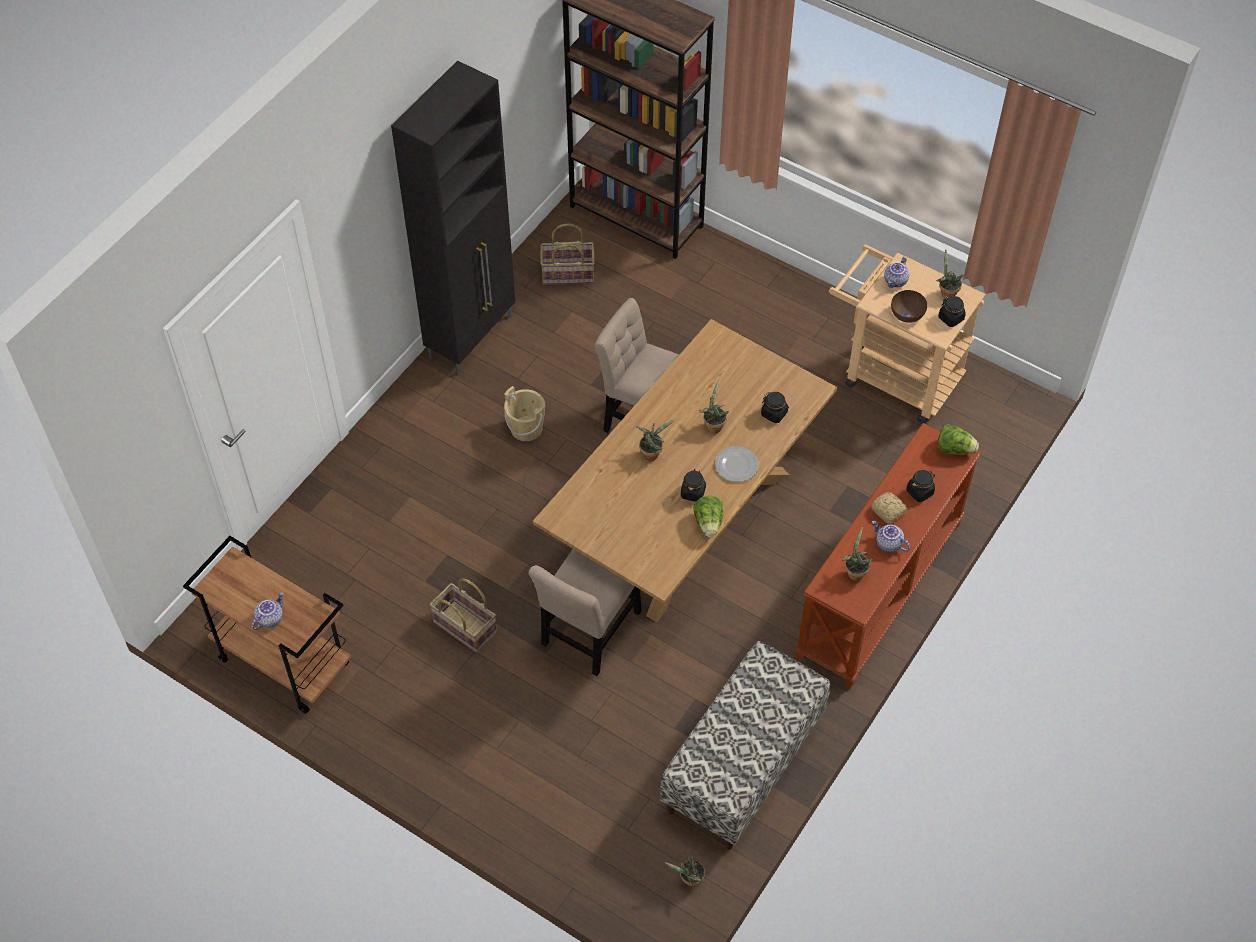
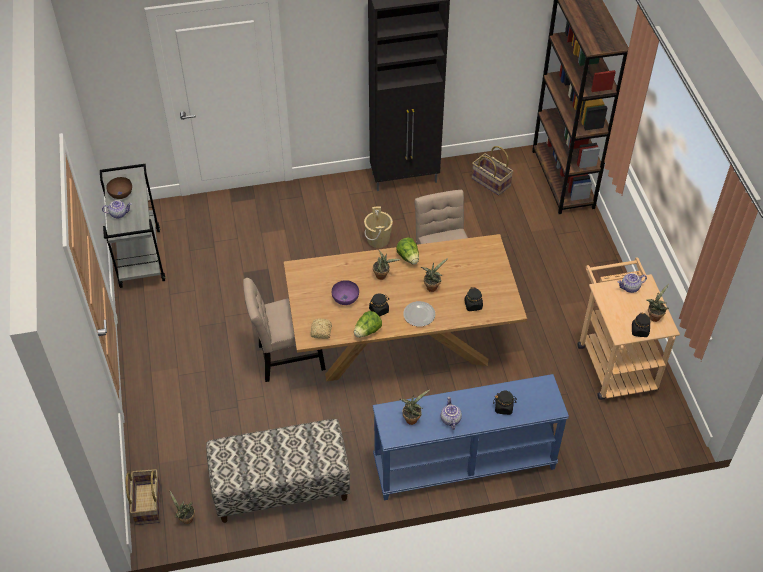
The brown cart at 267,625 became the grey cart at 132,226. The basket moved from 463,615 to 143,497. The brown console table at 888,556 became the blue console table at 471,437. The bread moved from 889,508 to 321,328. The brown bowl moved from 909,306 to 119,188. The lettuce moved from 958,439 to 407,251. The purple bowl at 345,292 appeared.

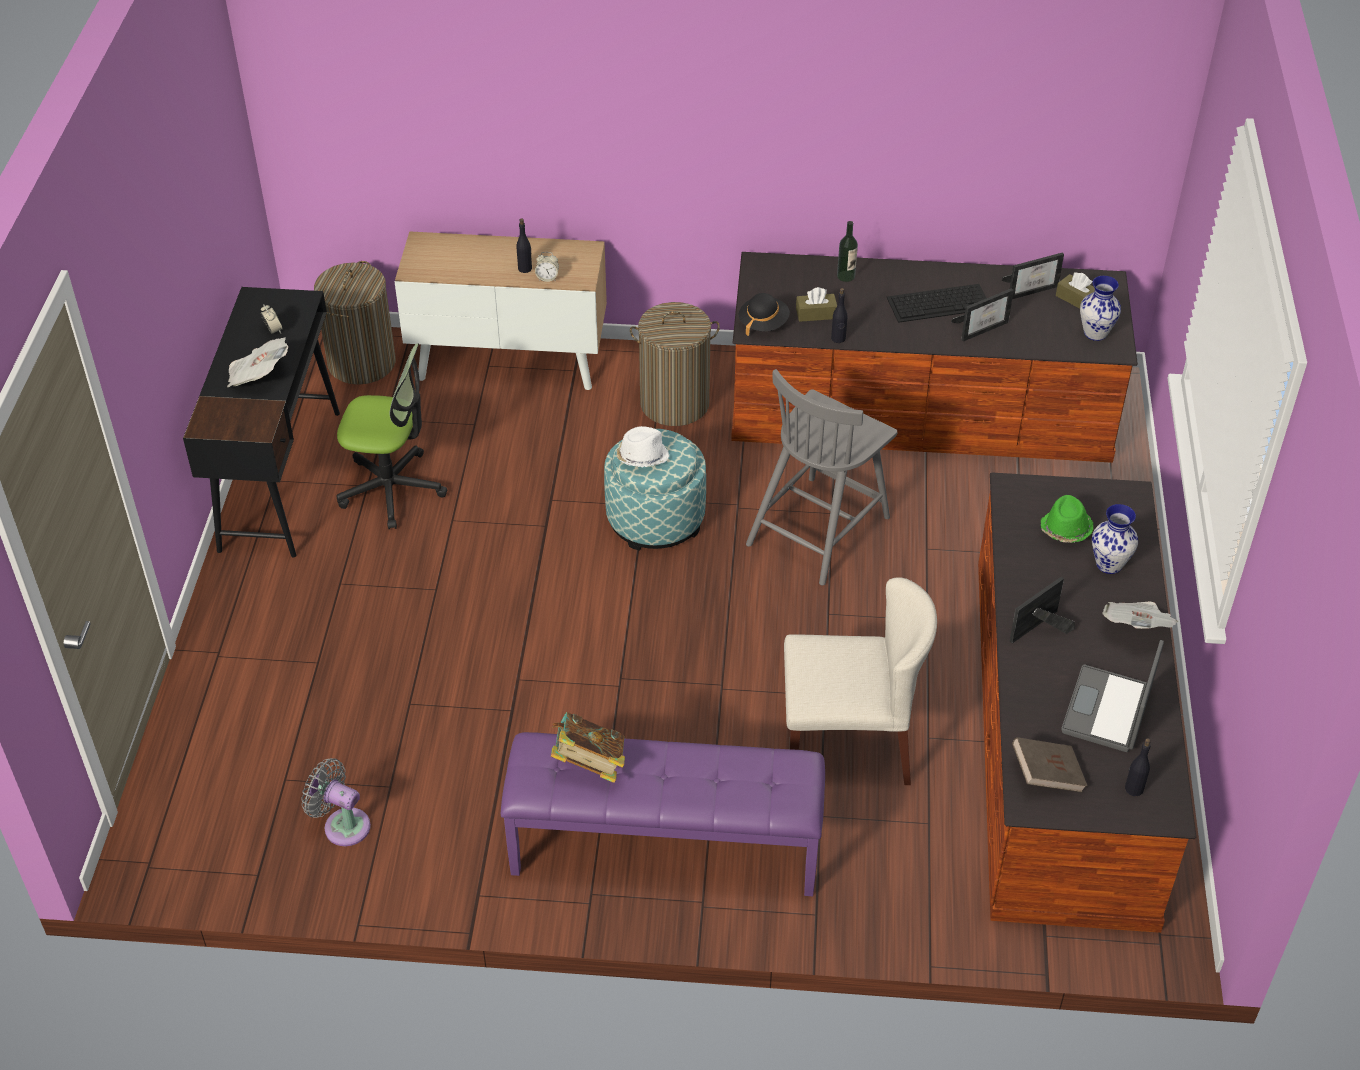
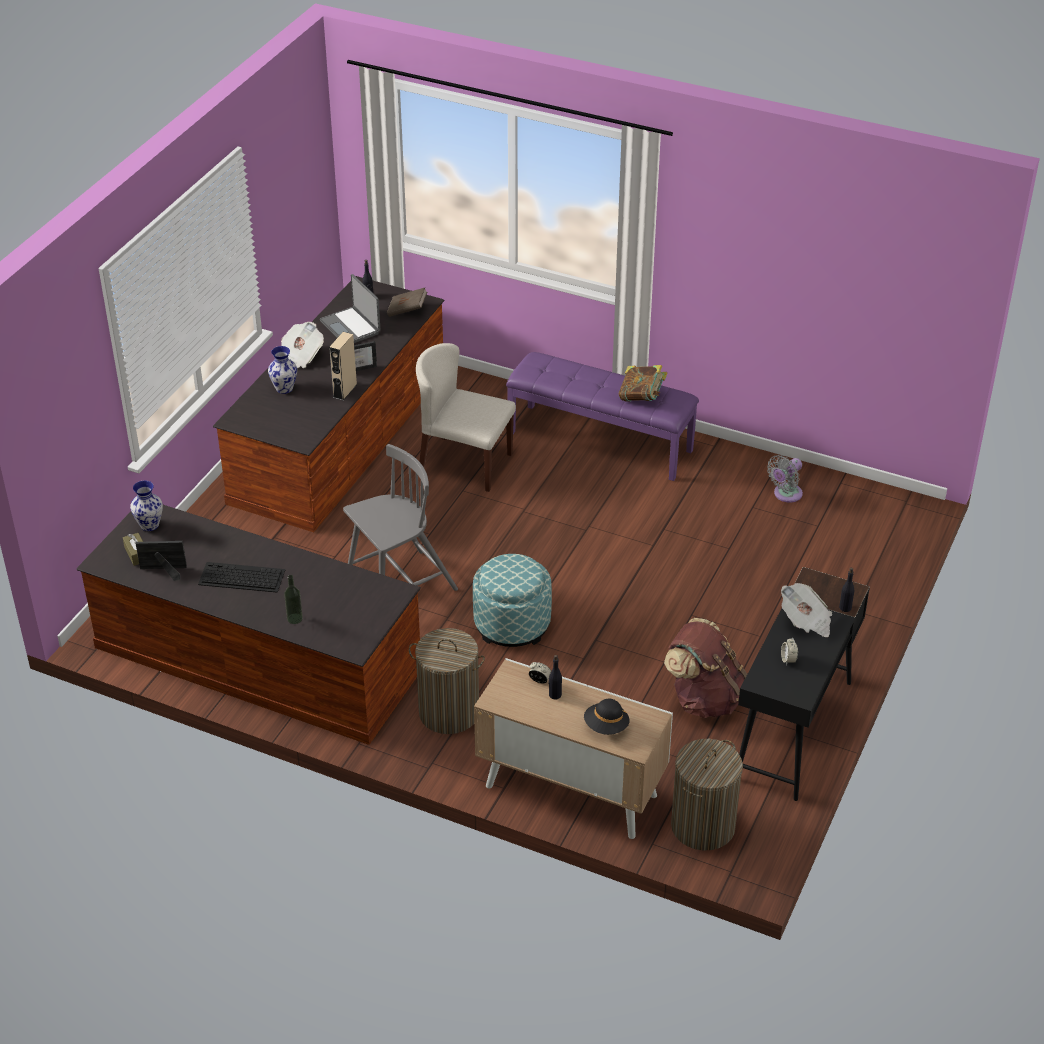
The grey fan at 336,802 turned 90 degrees clockwise. The office chair at 391,436 was replaced by the brown backpack at 705,668. The white hat at 643,447 disappeared. The black hat moved from 764,314 to 607,717. The brown tissue box at 816,304 disappeared. The black bottle moved from 839,315 to 846,590. The picture frame at 982,315 disappeared. The green hat at 1067,519 disappeared. The laptop at 1112,696 turned 105 degrees clockwise. The beige speaker at 343,366 appeared.

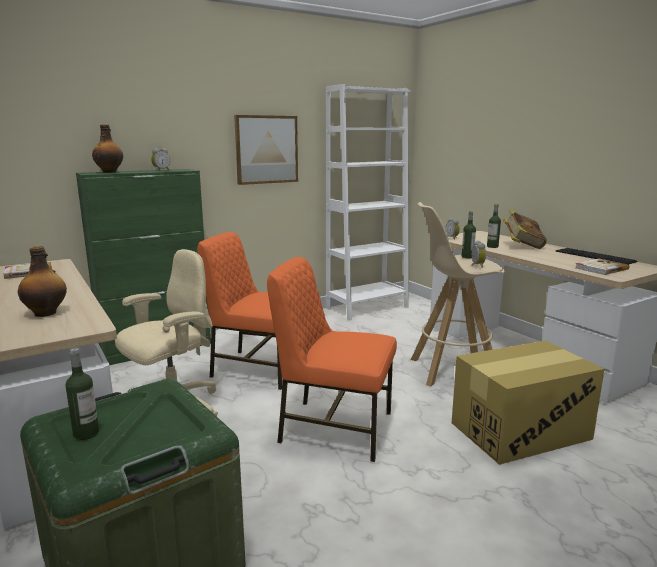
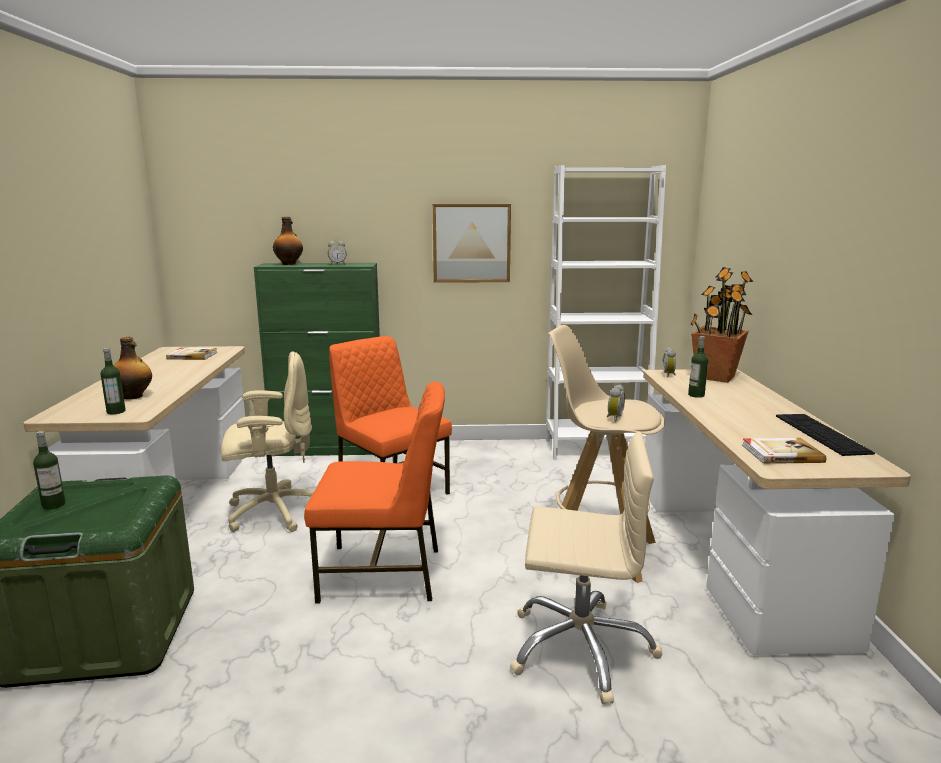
The orange chair at 332,359 turned 135 degrees clockwise. The cardboard box at 528,402 was replaced by the beige office chair at 586,568. The bottle moved from 469,235 to 113,381. The book at 524,229 disappeared. The potted plant at 722,325 appeared.

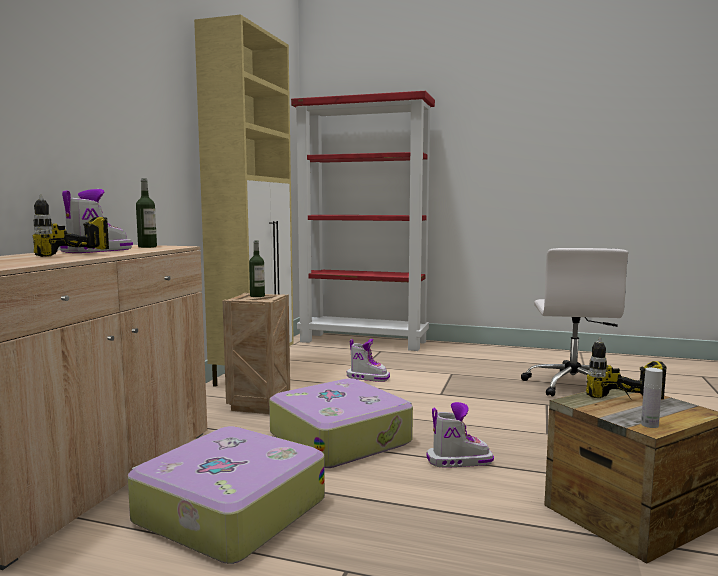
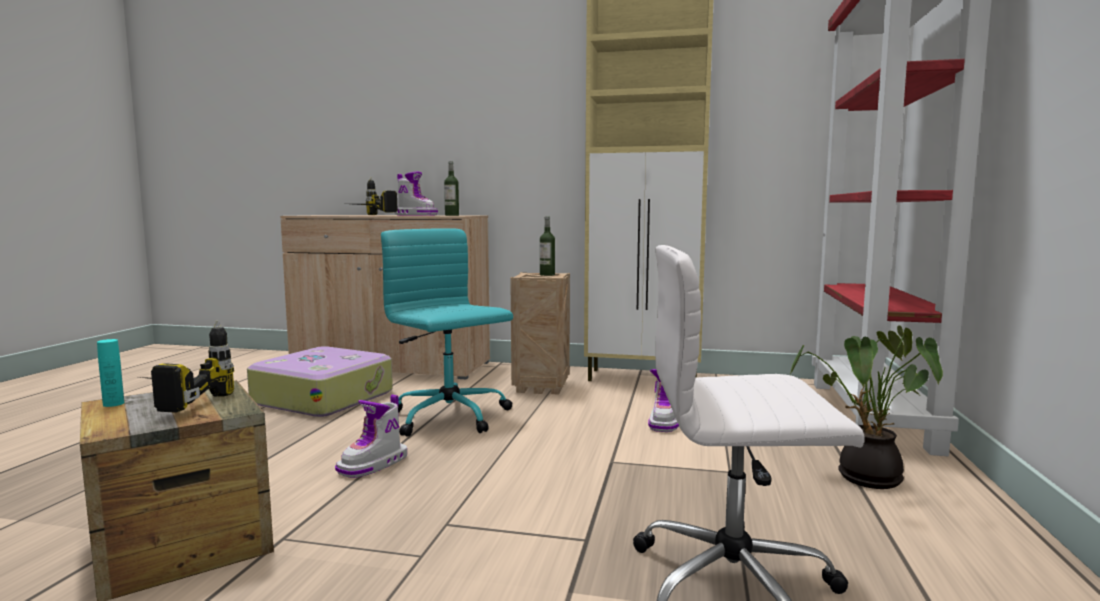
The suitcase at 341,423 was replaced by the turquoise office chair at 447,332. The boot at 460,435 turned 45 degrees clockwise. The white bottle at 652,398 became the turquoise bottle at 110,373. The potted plant at 866,407 appeared.

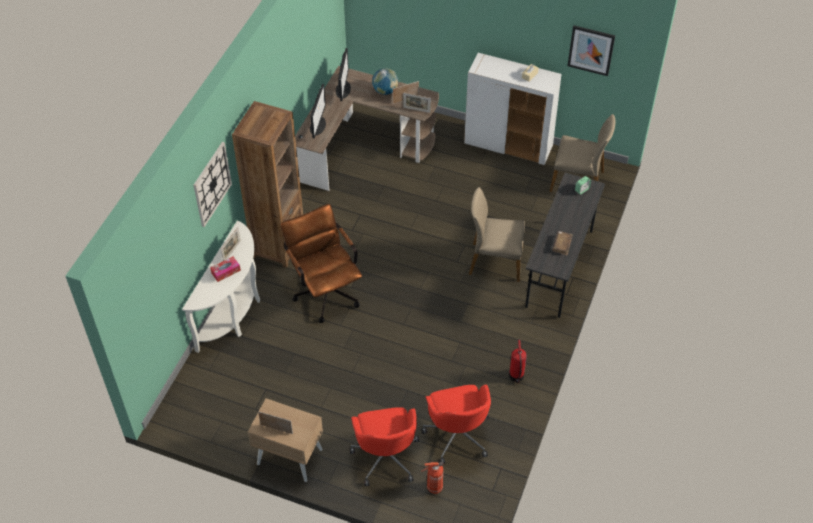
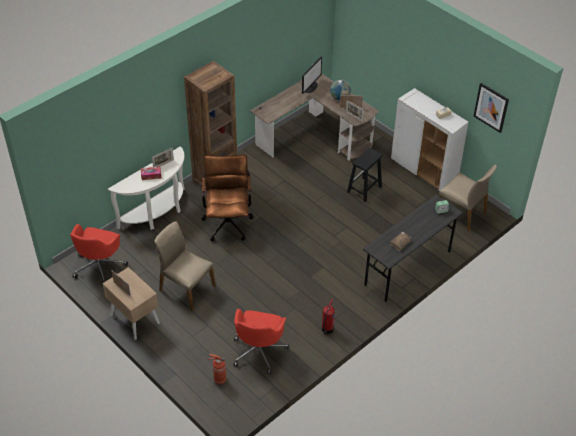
The wall clock at 212,184 disappeared. The monitor at 318,111 disappeared. The red office chair moved from 384,446 to 99,255. The beige chair moved from 497,234 to 185,266. The black stool at 365,174 appeared.

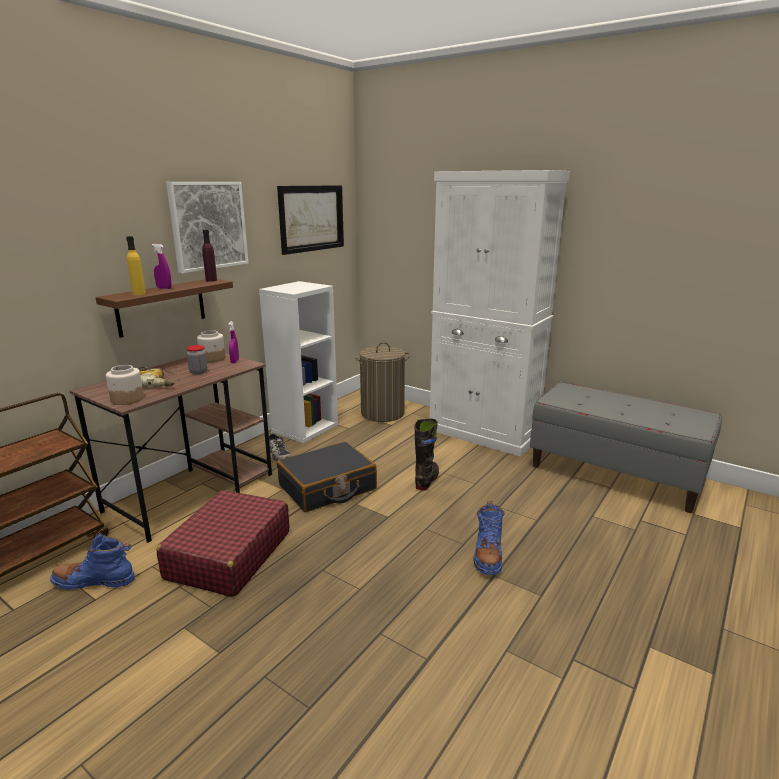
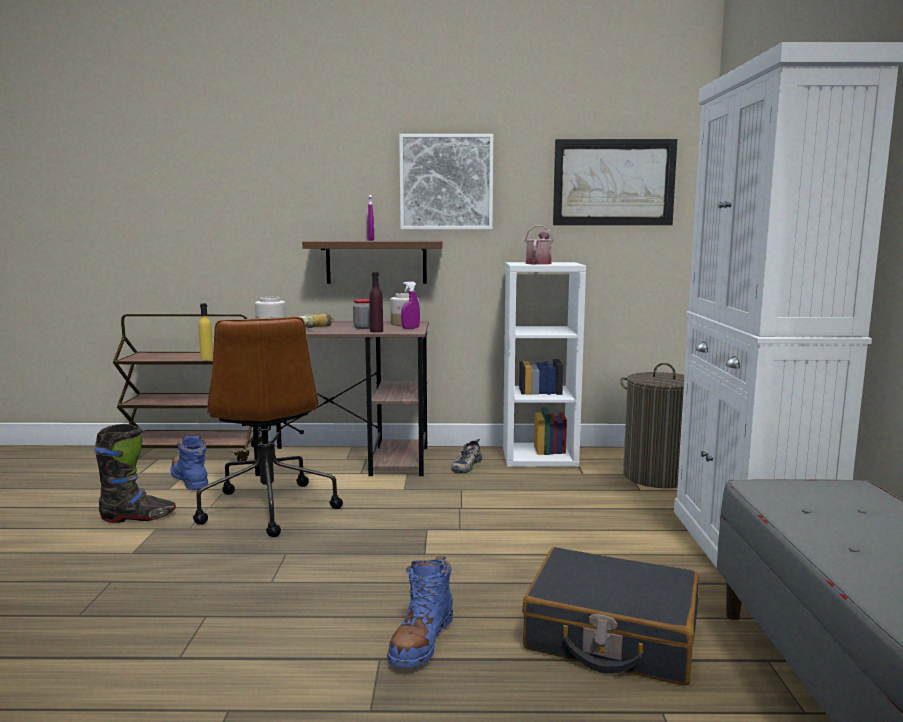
The yellow bottle moved from 136,265 to 206,331. The red suitcase at 223,543 was replaced by the brown office chair at 268,427. The purple bottle moved from 209,256 to 376,302. The black suitcase moved from 327,477 to 610,616. The black boot moved from 426,454 to 135,473. The blue boot at 489,538 turned 45 degrees counterclockwise. The watering can at 539,245 appeared.

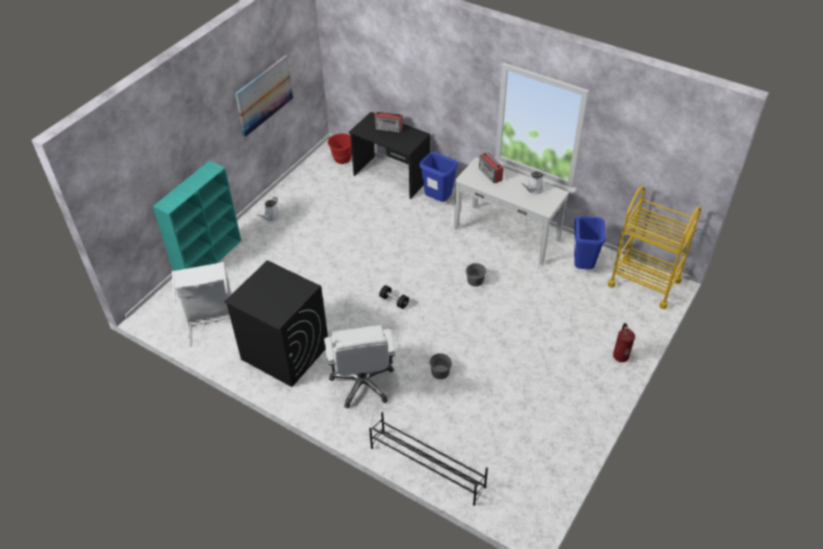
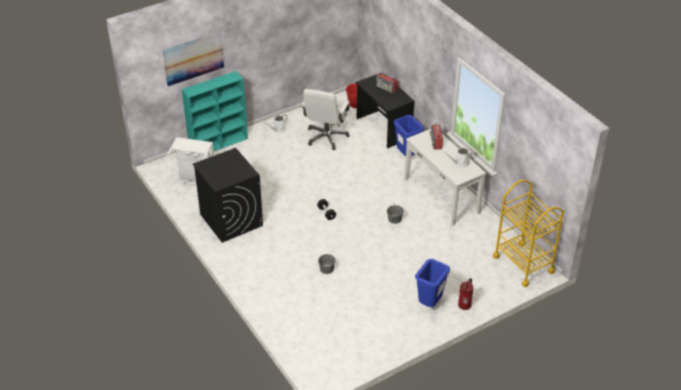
The picture moved from 264,96 to 193,59. The white office chair moved from 360,367 to 325,119. The black shoe rack at 428,459 disappeared. The blue trash can moved from 590,242 to 432,283.

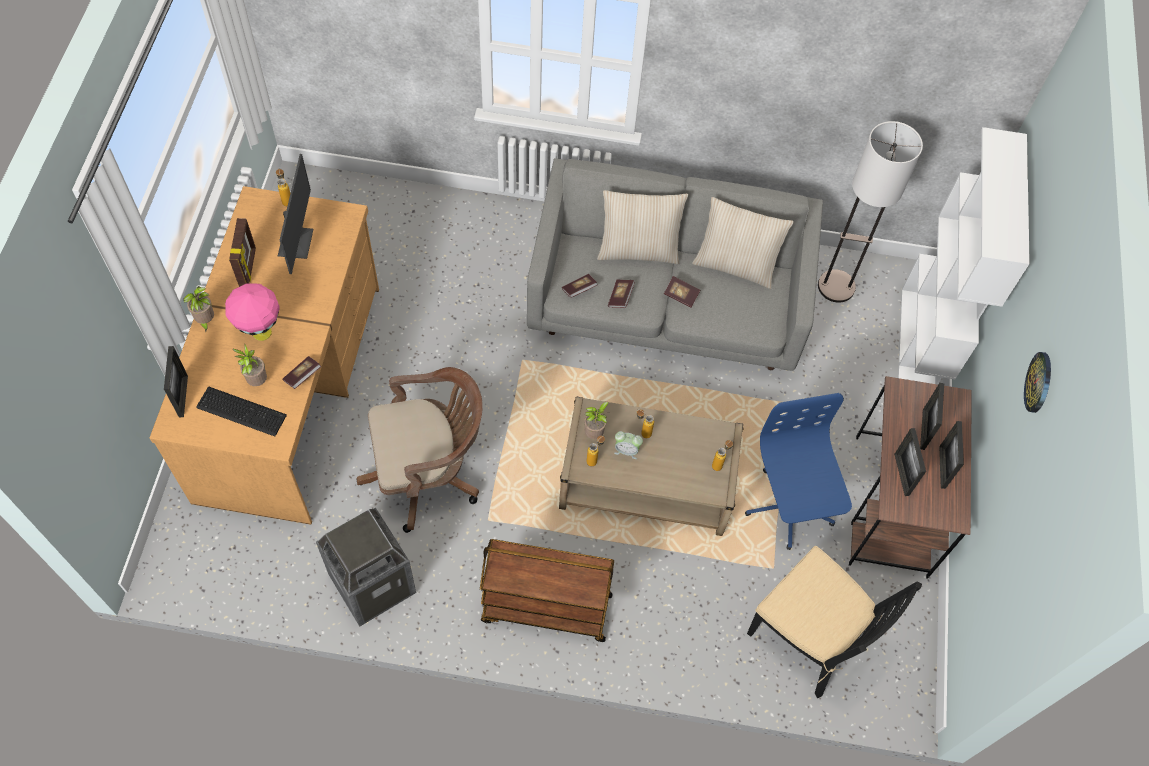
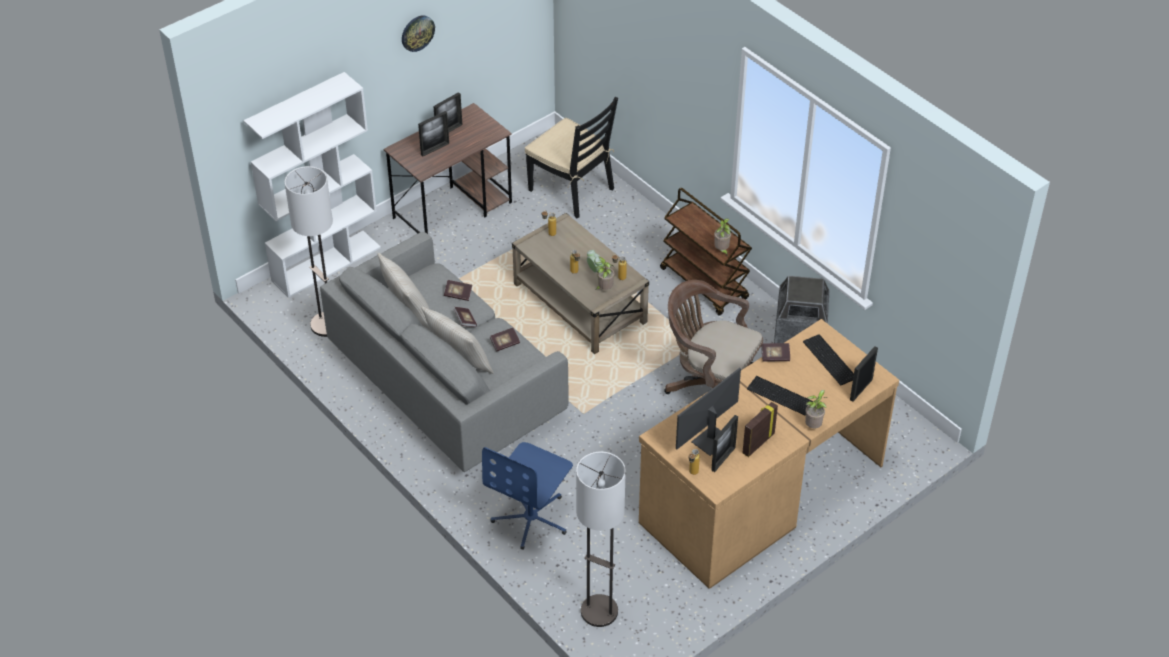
The pink table lamp at 252,312 was replaced by the keyboard at 780,396. The potted plant moved from 250,364 to 723,237. The book moved from 580,286 to 458,290. The blue office chair moved from 798,471 to 527,496. The black chair at 834,622 turned 135 degrees clockwise. The picture frame moved from 910,462 to 724,443. The floor lamp at 601,539 appeared.

